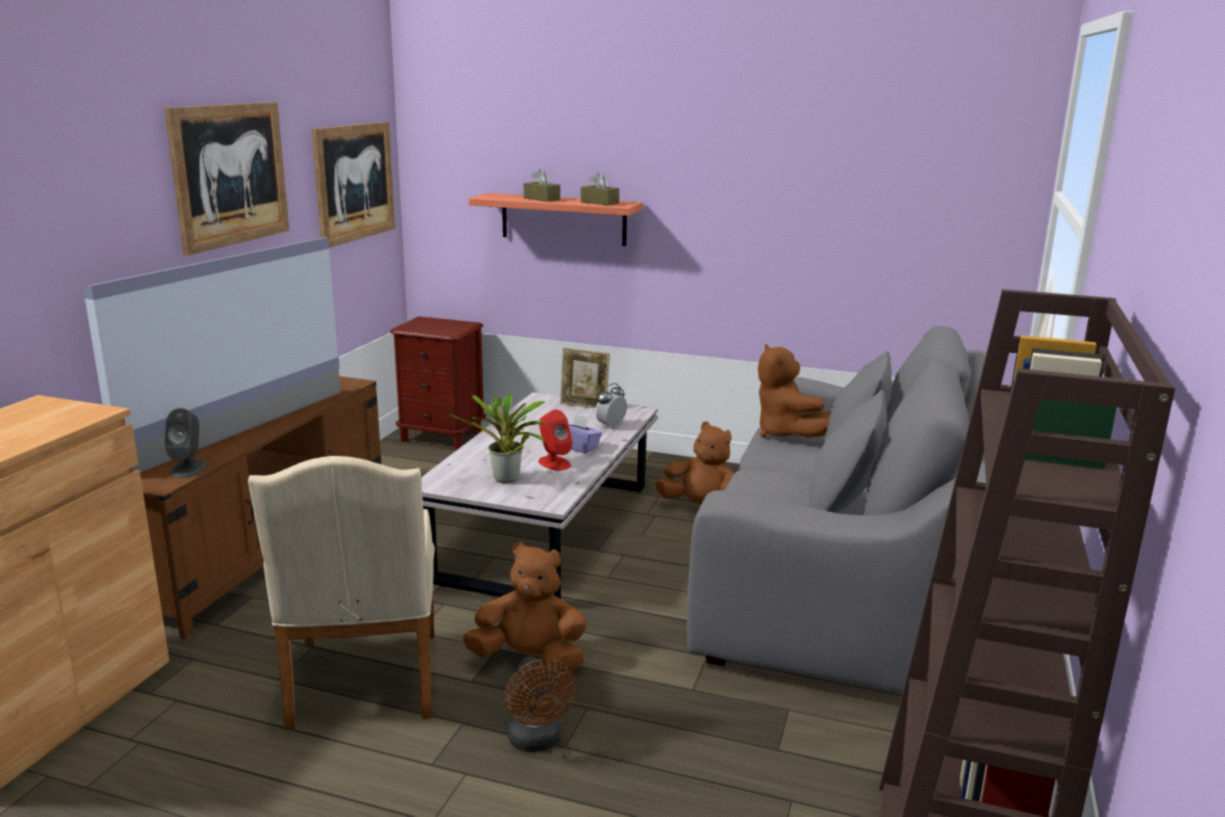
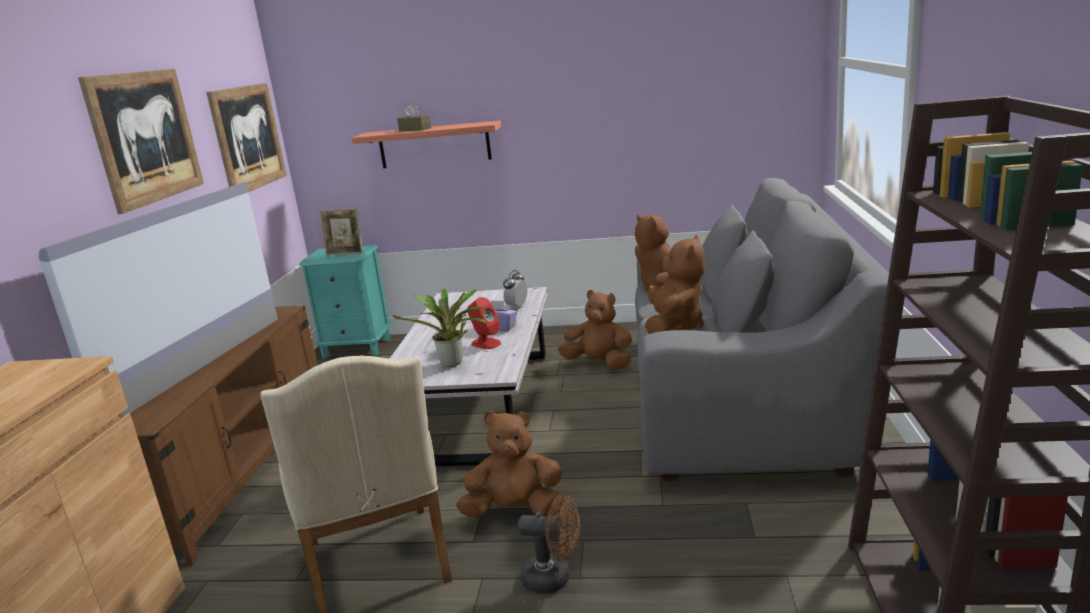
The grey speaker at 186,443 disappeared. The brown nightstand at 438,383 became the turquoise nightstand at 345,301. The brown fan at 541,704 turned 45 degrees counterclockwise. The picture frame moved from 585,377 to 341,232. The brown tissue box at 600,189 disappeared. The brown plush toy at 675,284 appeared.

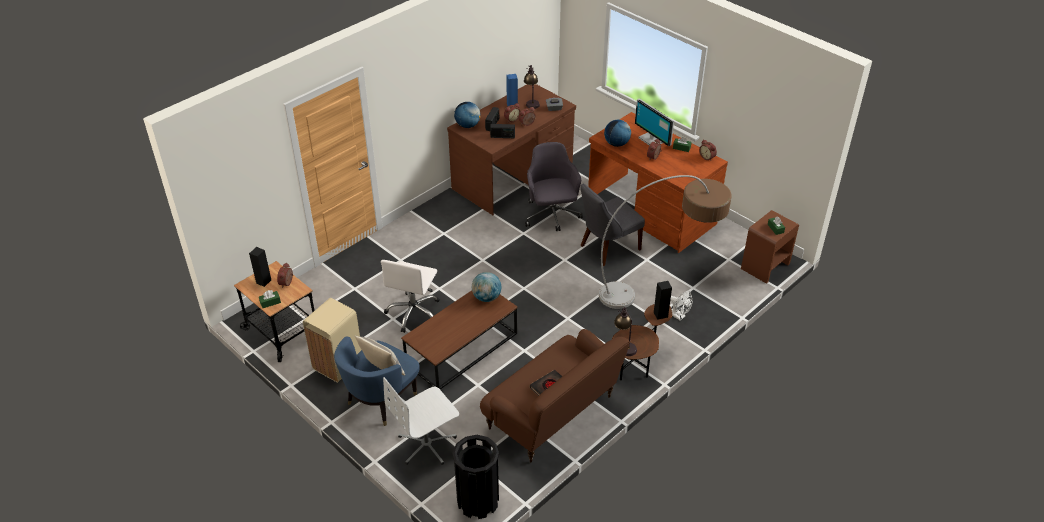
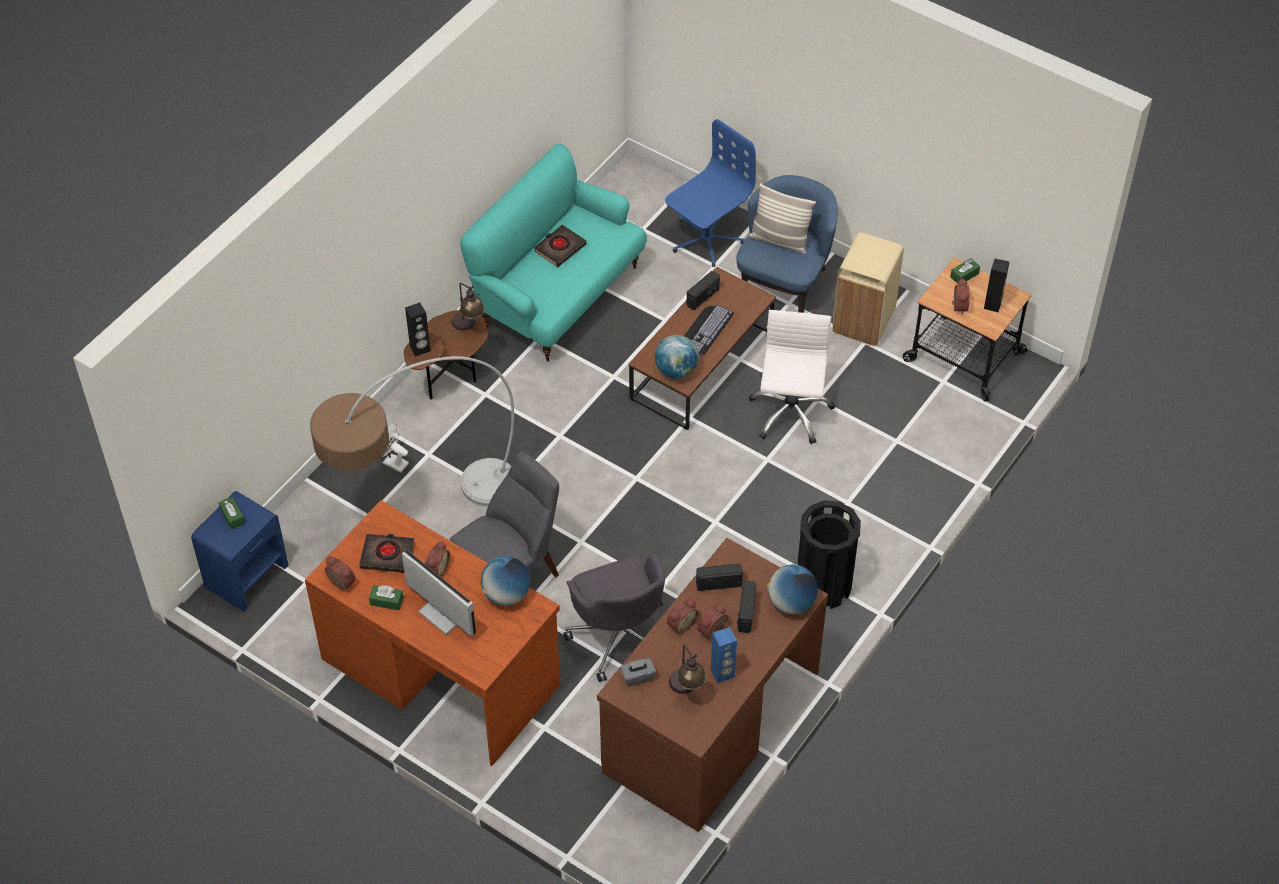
The white office chair at 421,421 became the blue office chair at 710,193. The black trash can moved from 475,477 to 829,555. The brown sofa at 555,395 became the turquoise sofa at 553,252. The brown nightstand at 770,247 became the blue nightstand at 240,551. The black book at 387,553 appeared. The keyboard at 709,330 appeared. The radio at 703,291 appeared.

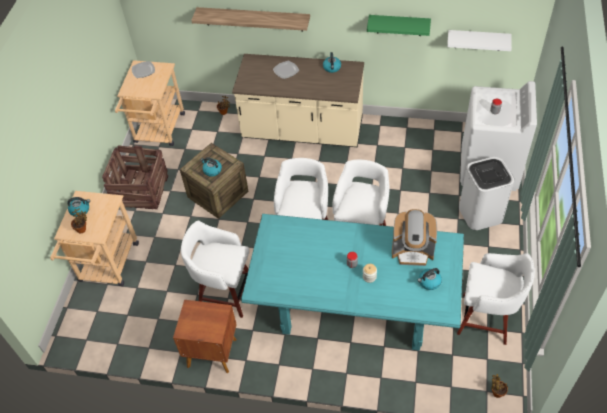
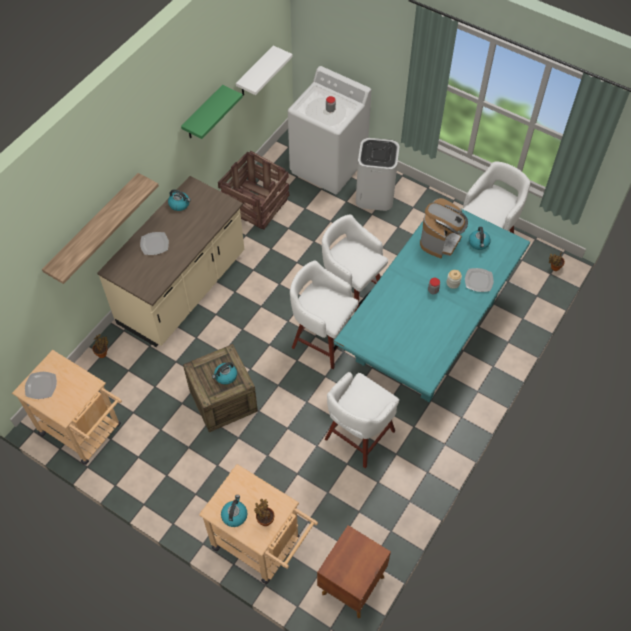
The crate moved from 135,177 to 253,190. The brown nightstand moved from 205,336 to 354,571. The plate at 479,280 appeared.

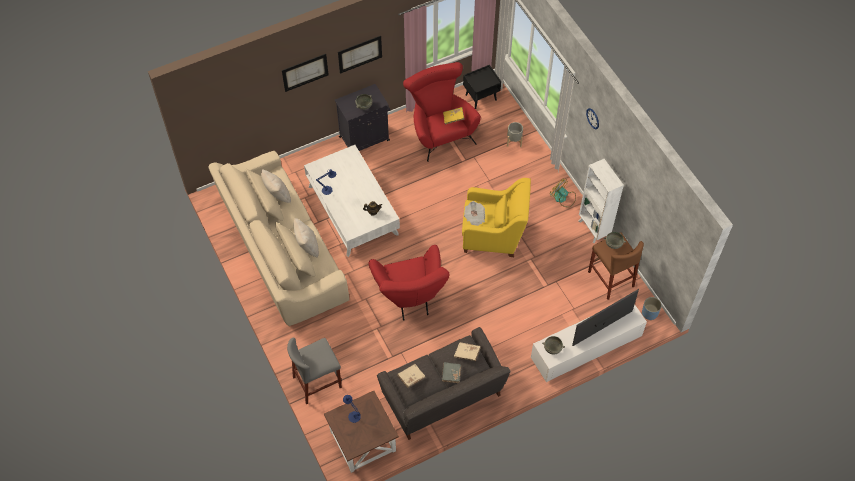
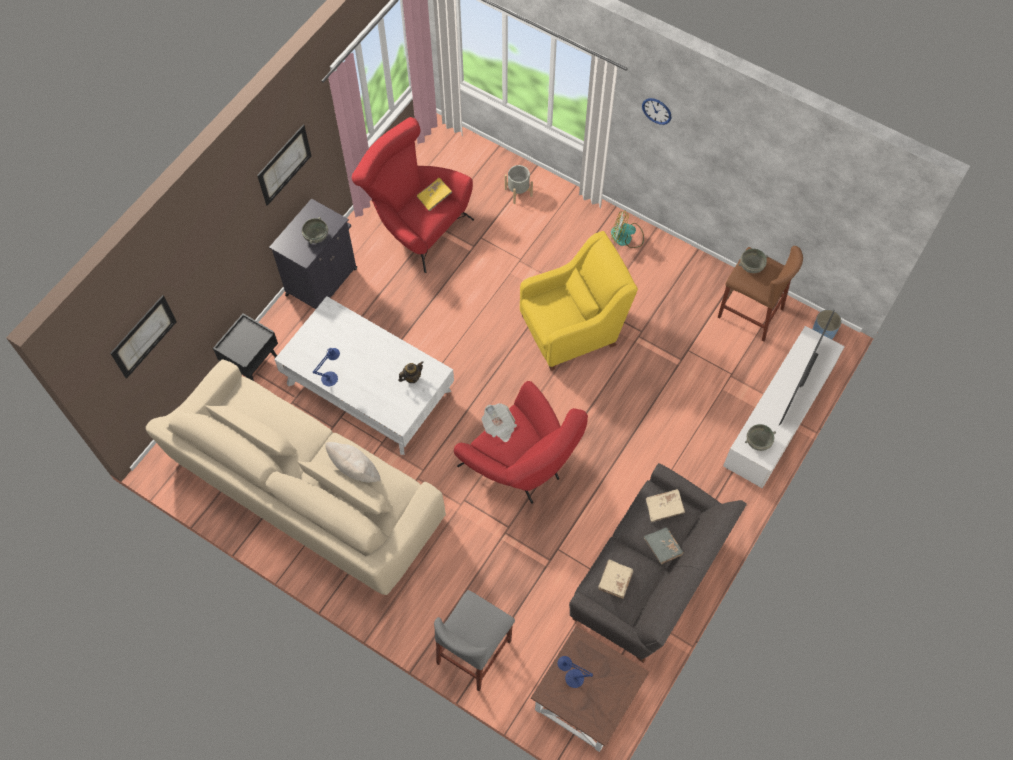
The beige pillow at 276,186 disappeared. The picture moved from 305,73 to 143,337. The black nightstand moved from 482,87 to 245,347. The newspaper moved from 474,213 to 499,422. The white bookcase at 601,201 disappeared.

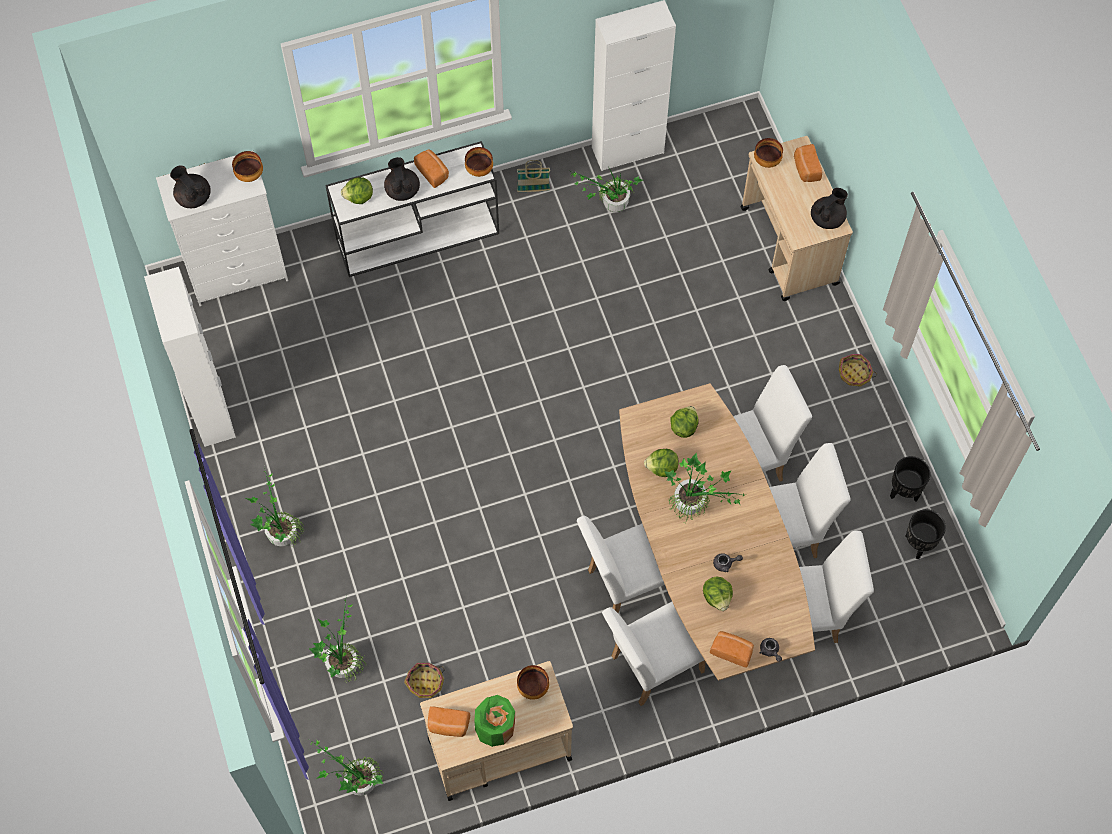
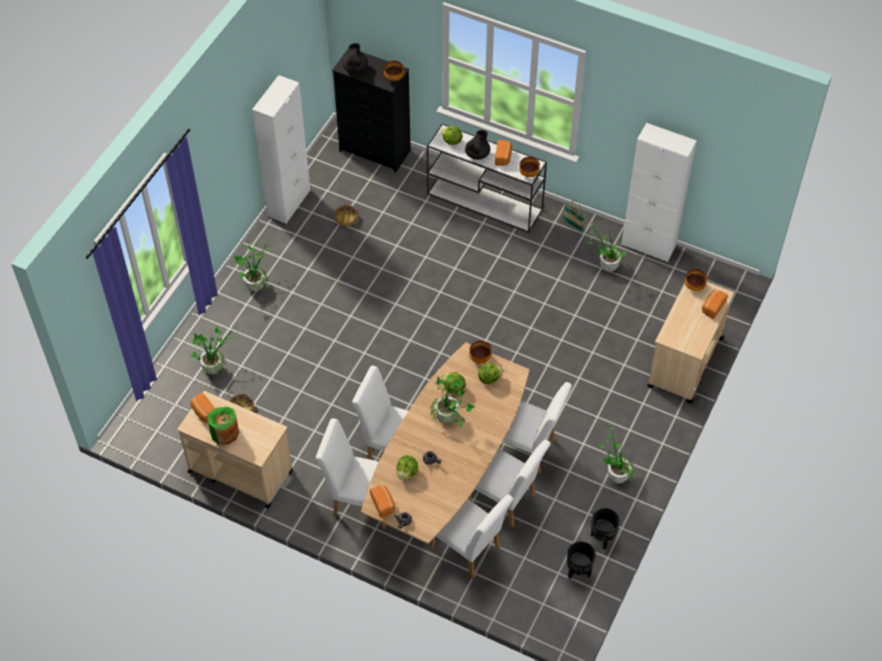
The white dresser at 222,228 became the black dresser at 371,110. The potted plant moved from 345,767 to 616,453. The bowl moved from 533,682 to 480,352. The black teapot at 829,208 disappeared. The basket moved from 858,370 to 346,216.

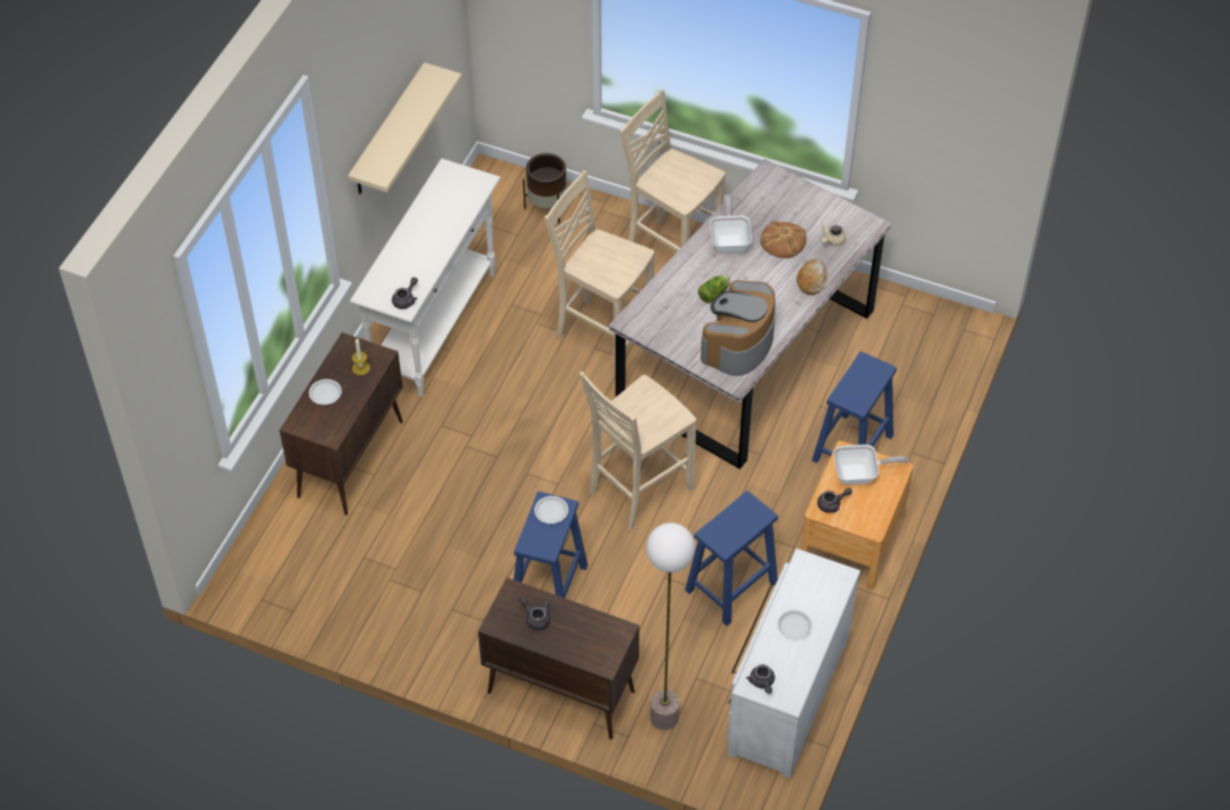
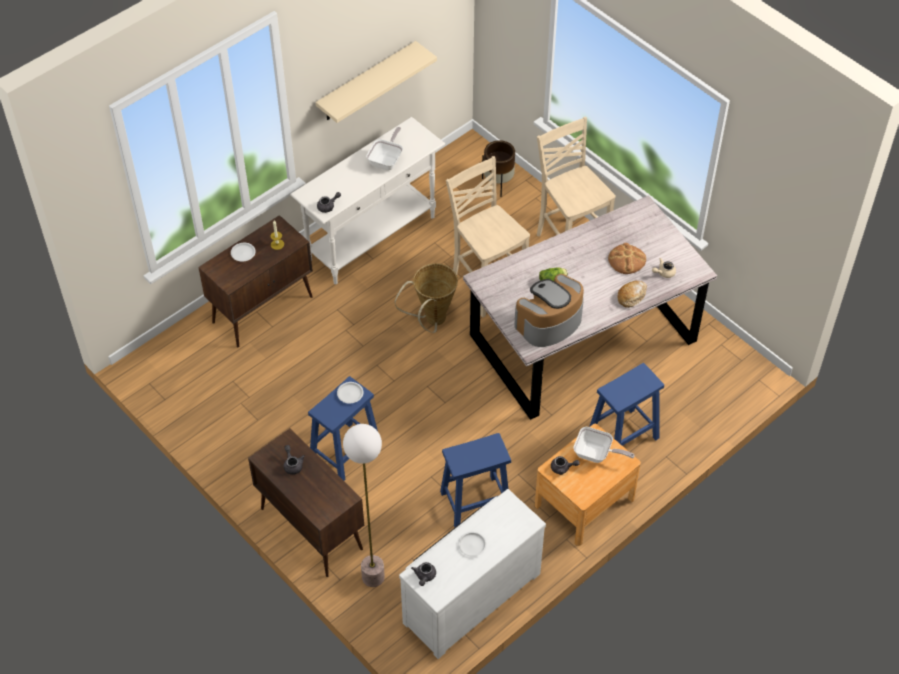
The beige chair at 638,450 disappeared. The frying pan moved from 731,224 to 384,149. The basket at 426,298 appeared.

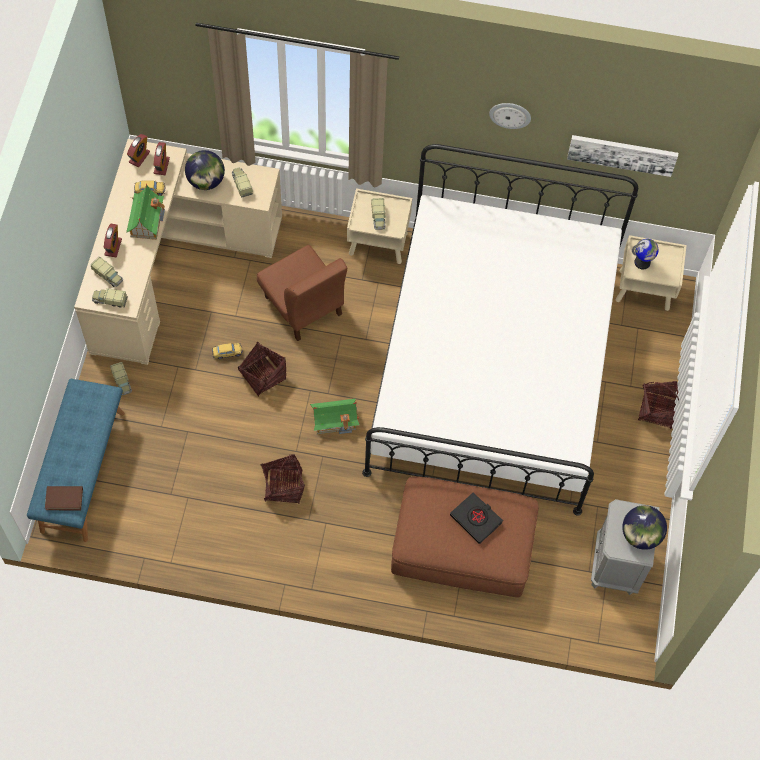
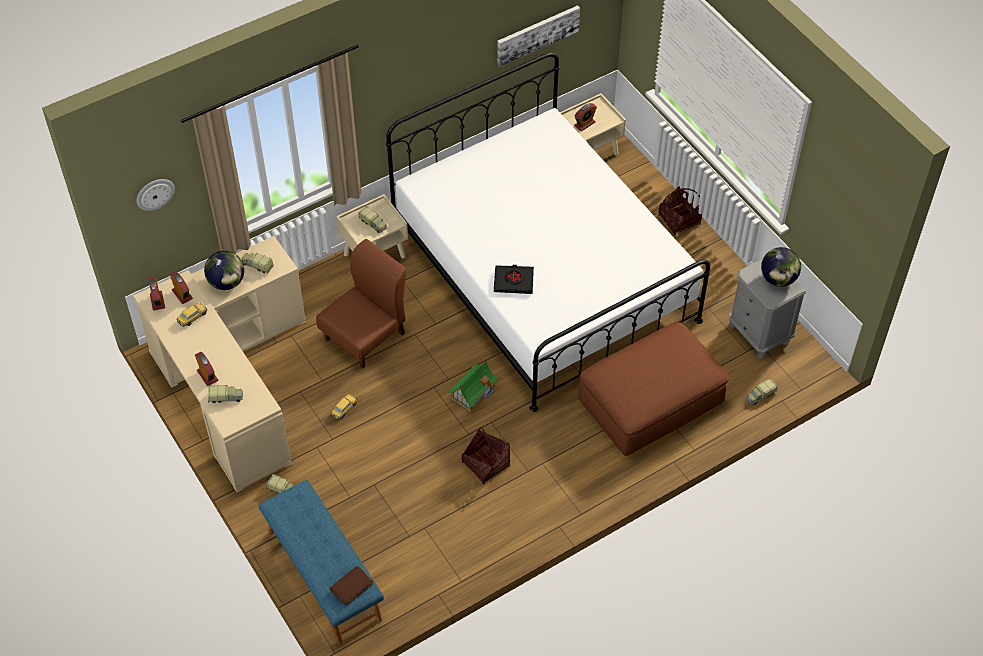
The toy truck moved from 110,298 to 762,391. The toy house at 145,211 disappeared. The basket at 262,369 disappeared. The brown chair at 302,293 turned 60 degrees counterclockwise. The black book moved from 476,518 to 514,279. The wall clock moved from 510,116 to 156,195. The globe at 645,254 was replaced by the alarm clock at 585,117.

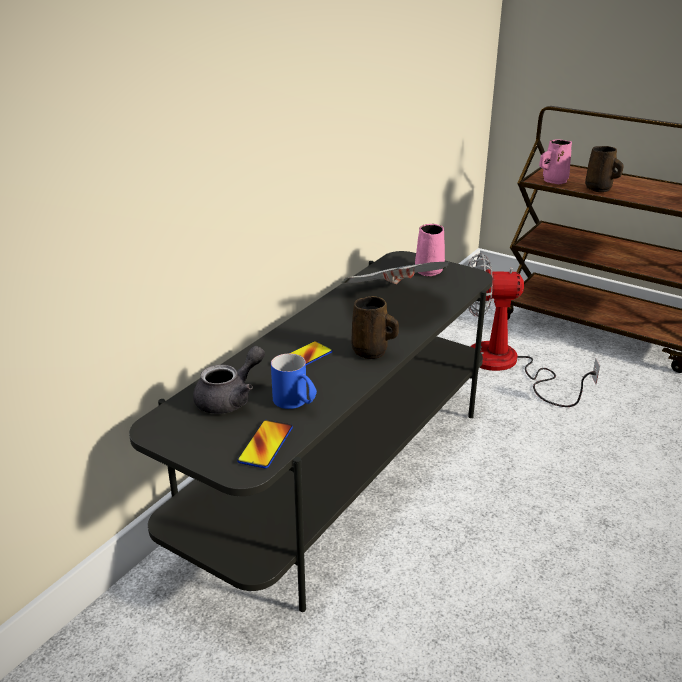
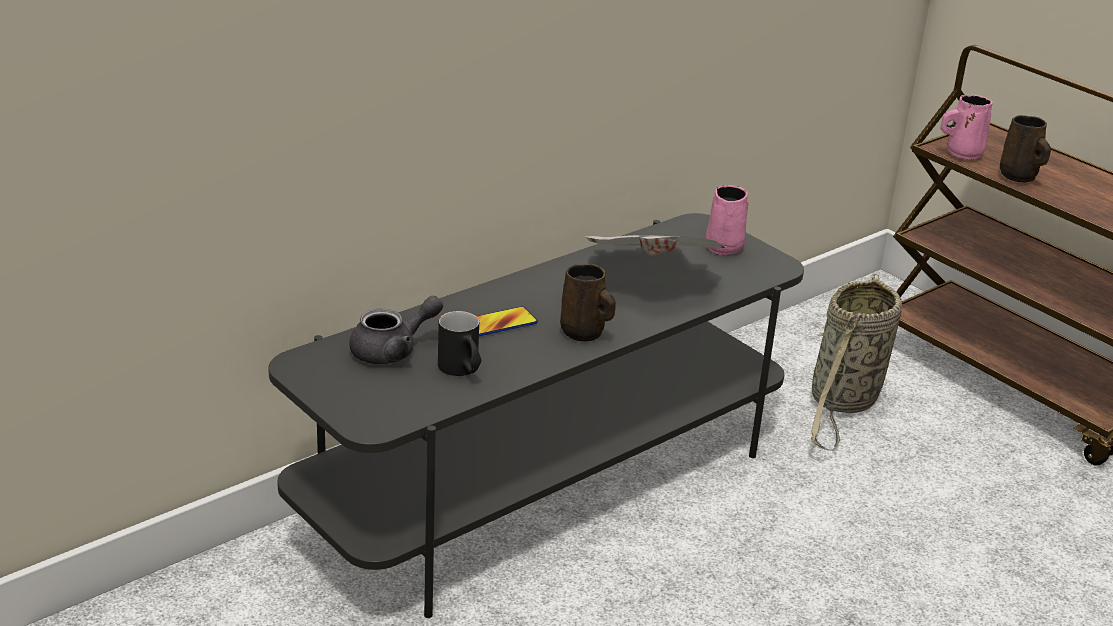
The phone at 265,444 disappeared. The blue mug at 294,381 became the black mug at 459,343. The fan at 534,330 was replaced by the basket at 856,362.

